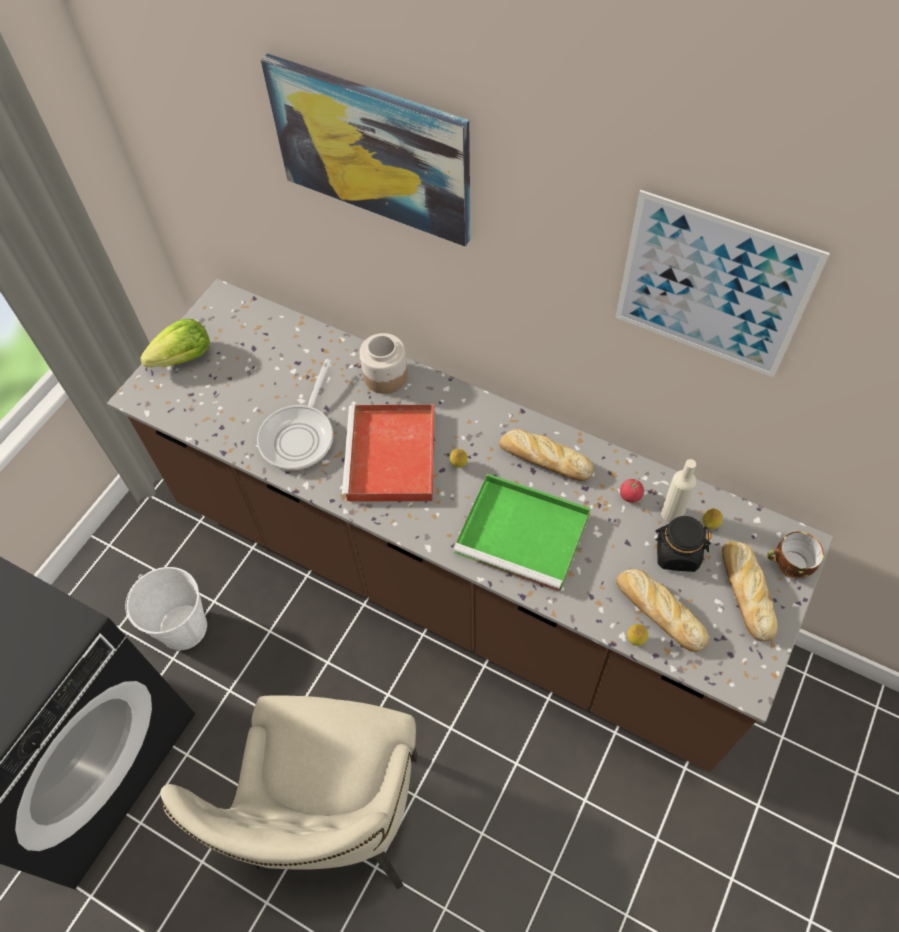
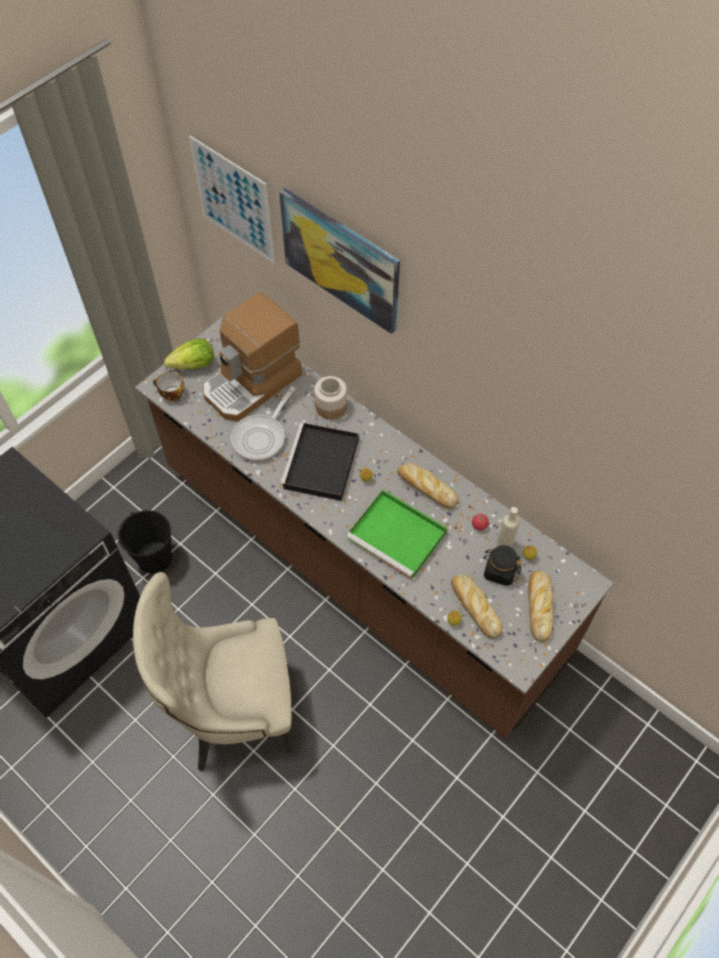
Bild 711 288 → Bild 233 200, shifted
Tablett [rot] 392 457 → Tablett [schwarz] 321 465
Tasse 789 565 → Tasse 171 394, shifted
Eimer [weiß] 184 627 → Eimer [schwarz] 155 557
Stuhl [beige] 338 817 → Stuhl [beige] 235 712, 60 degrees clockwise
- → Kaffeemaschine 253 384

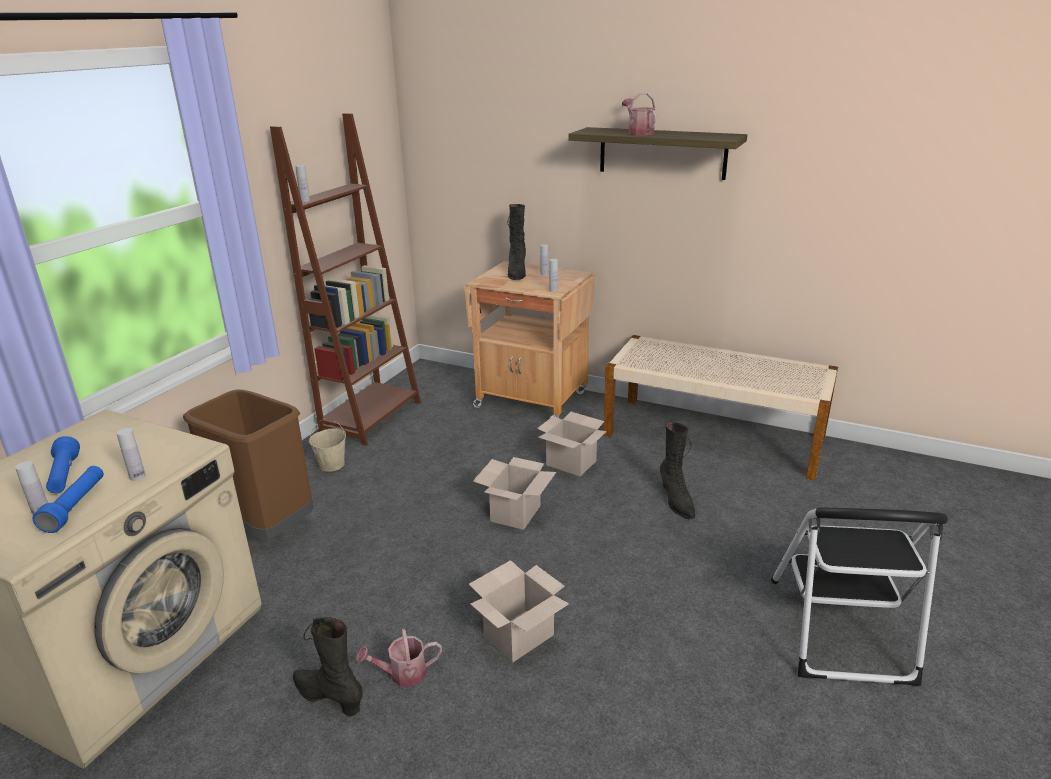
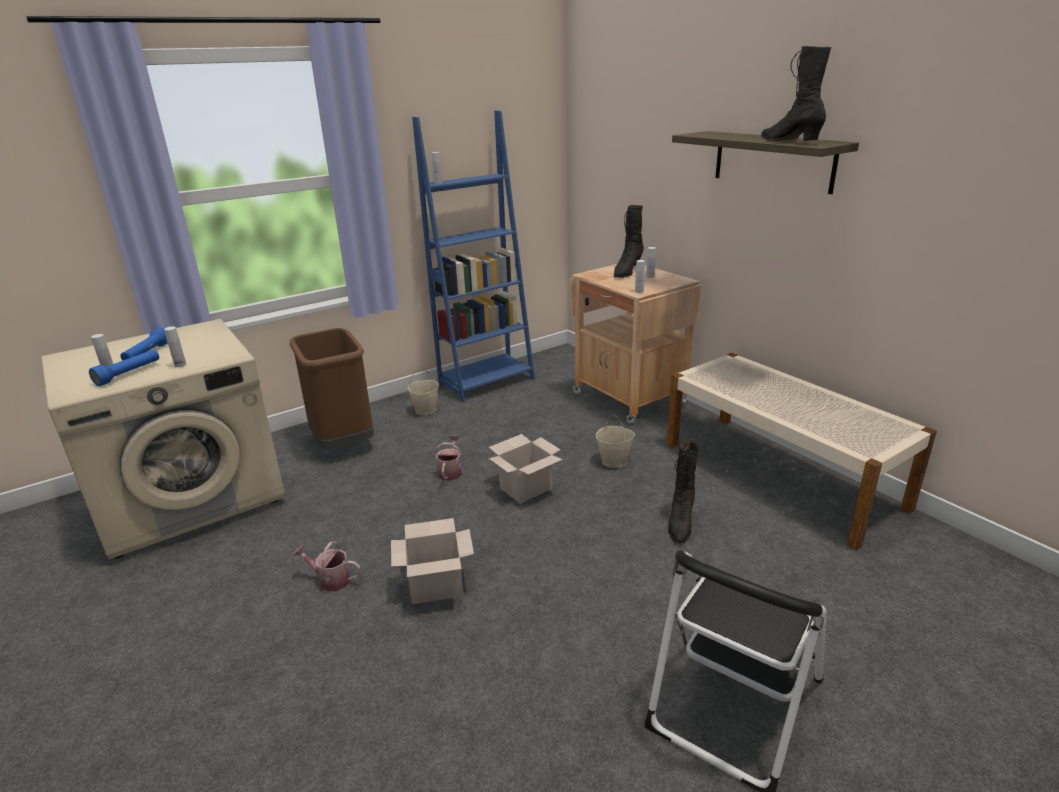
Gießkanne 638 133 → Gießkanne 450 471, shifted
Bücherregal [braun] 371 417 → Bücherregal [blau] 486 381
Karton 572 463 → Eimer [beige] 614 461
Stiefel [schwarz] 329 697 → Stiefel [schwarz] 790 141, shifted

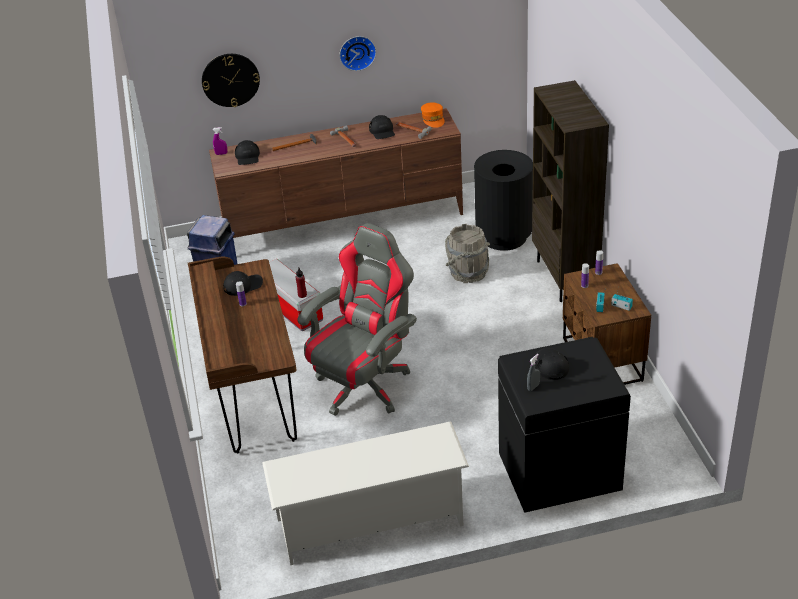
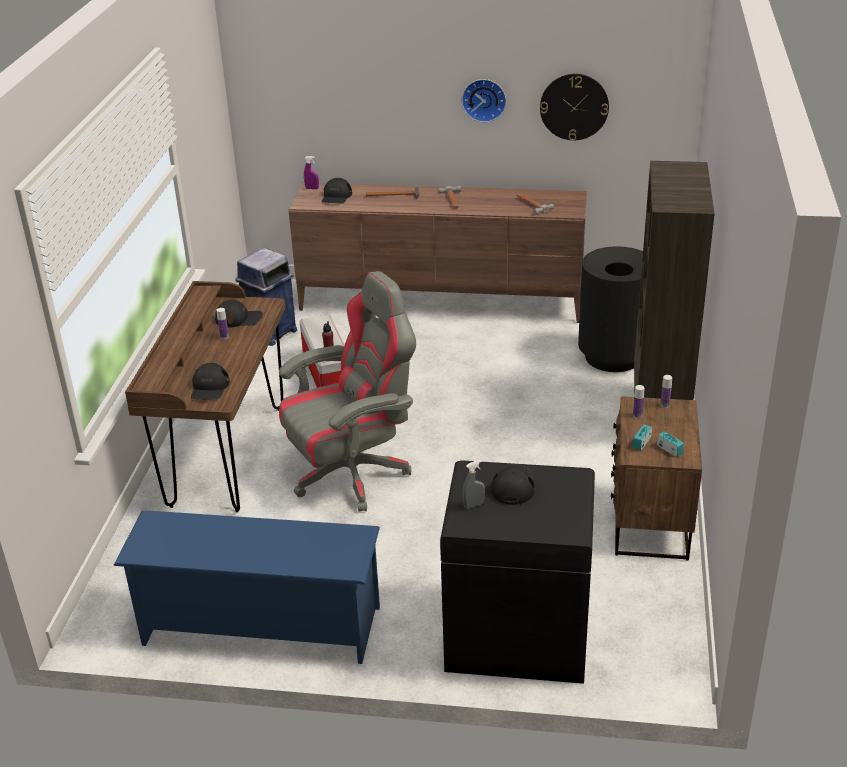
Wanduhr 230 80 → Wanduhr 574 106, shifted
Kappe [orange] 433 119 → -
Kappe [schwarz] 382 131 → Kappe [schwarz] 209 387, shifted
Eimer [grau] 468 273 → -
Schuhregal [weiß] 370 522 → Schuhregal [blau] 260 626

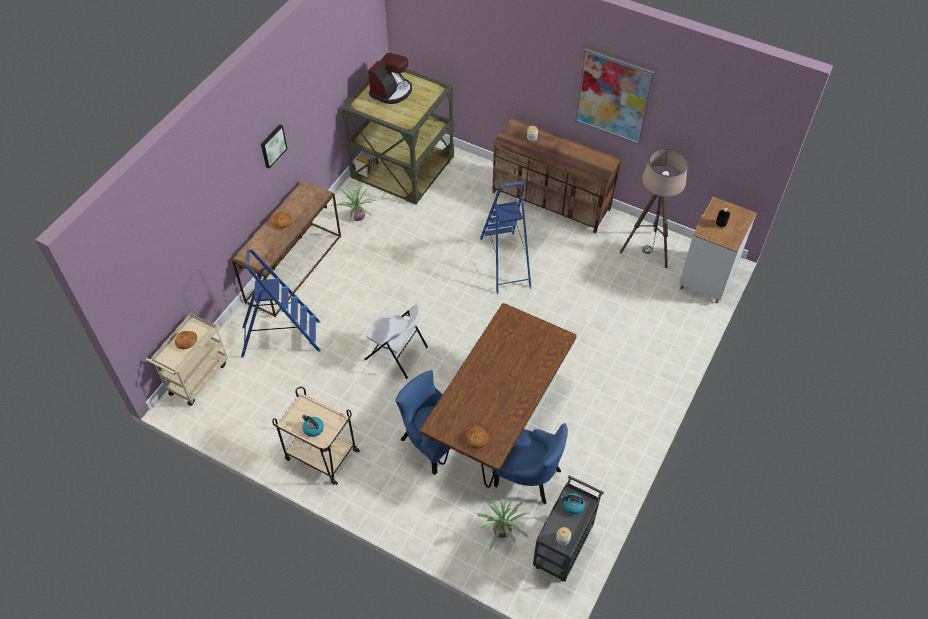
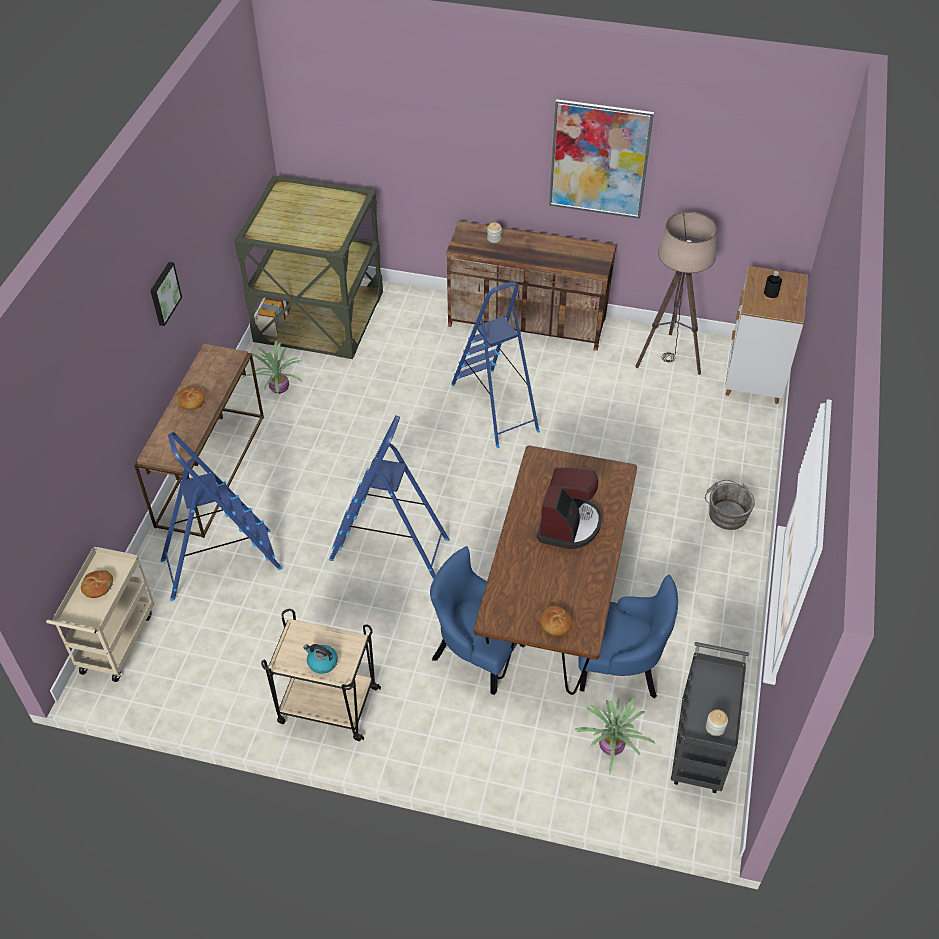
Kaffeemaschine 391 91 → Kaffeemaschine 568 525, shifted
Stuhl [weiß] 396 353 → Trittleiter [blau] 388 549
Wasserkessel 572 505 → -
- → Eimer [grau] 726 513

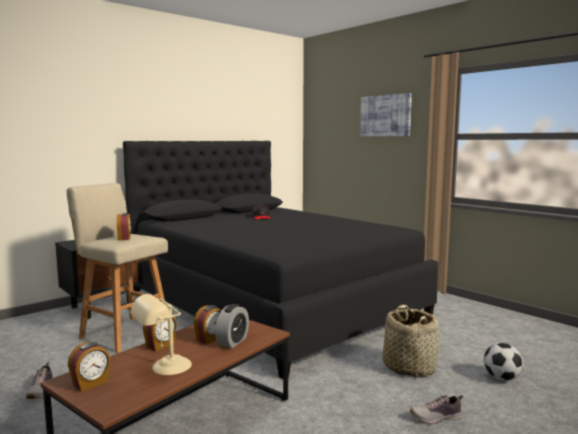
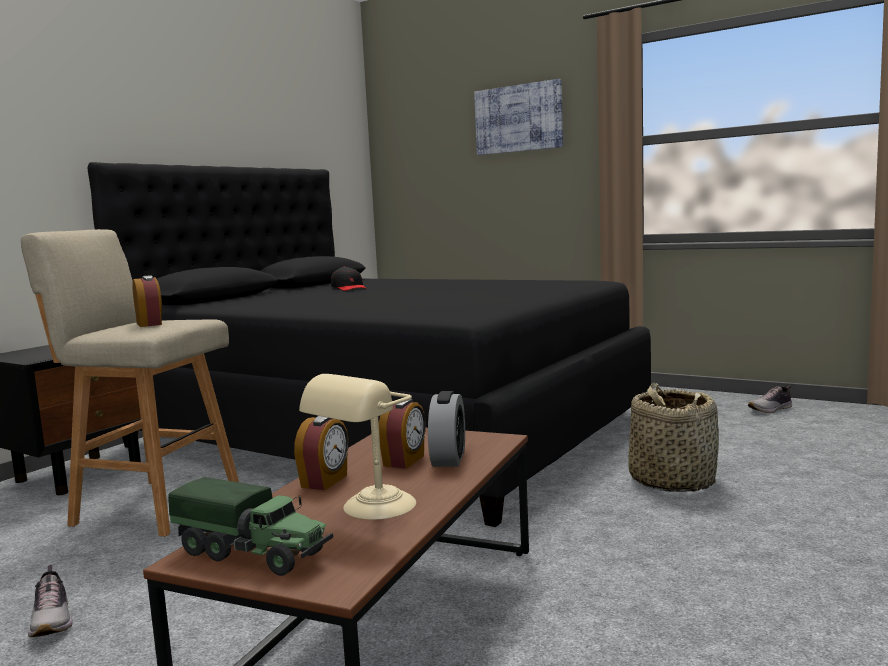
Wecker 91 384 → Spielzeuglaster 253 554
Fußball 501 378 → -
Schuh 436 418 → Schuh 771 409, shifted

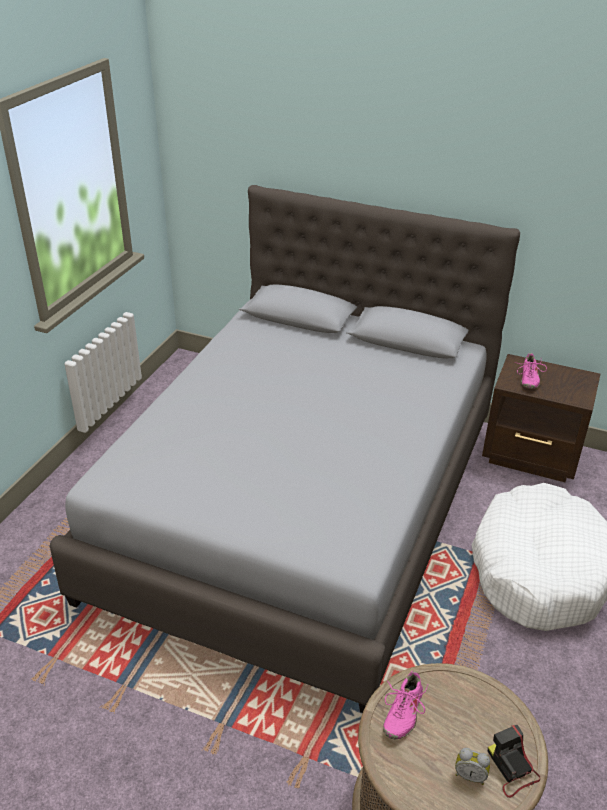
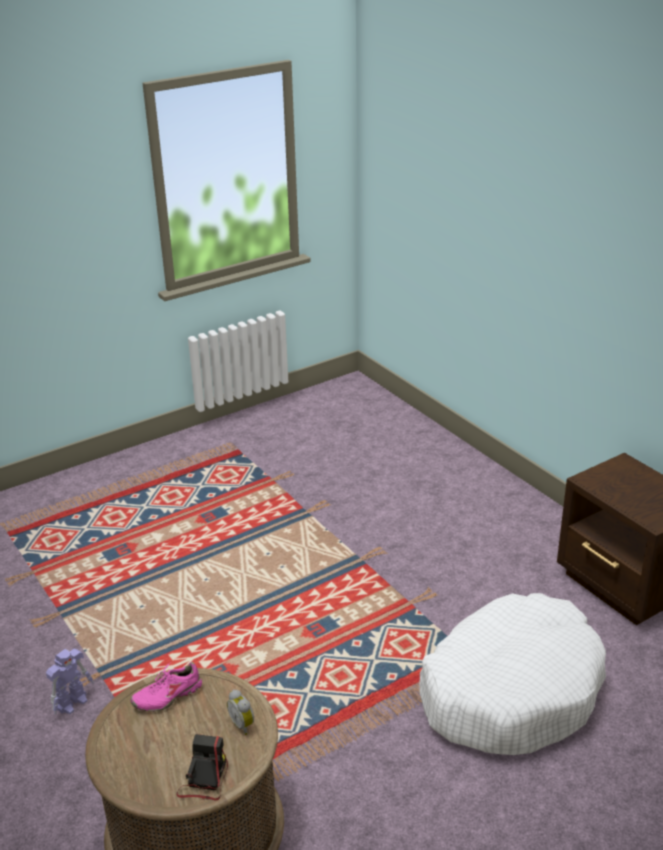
Bett [grau] 303 504 → -
Schuh [rosa] 528 379 → -
Wecker 470 775 → Wecker 243 724, shifted
- → Spielzeugroboter 73 702

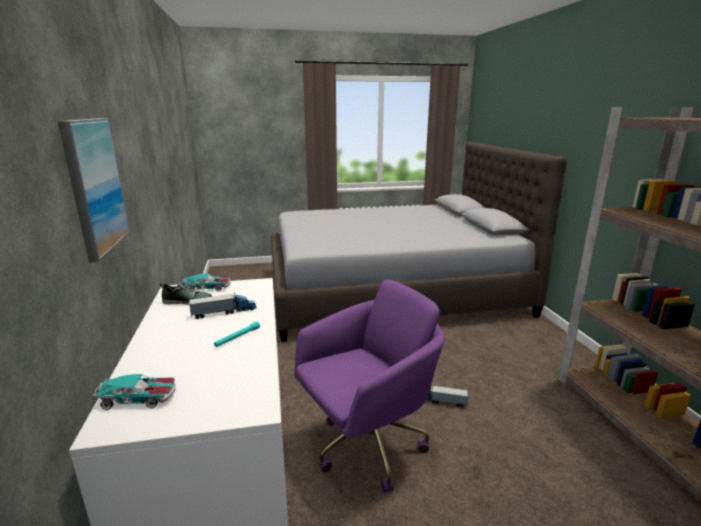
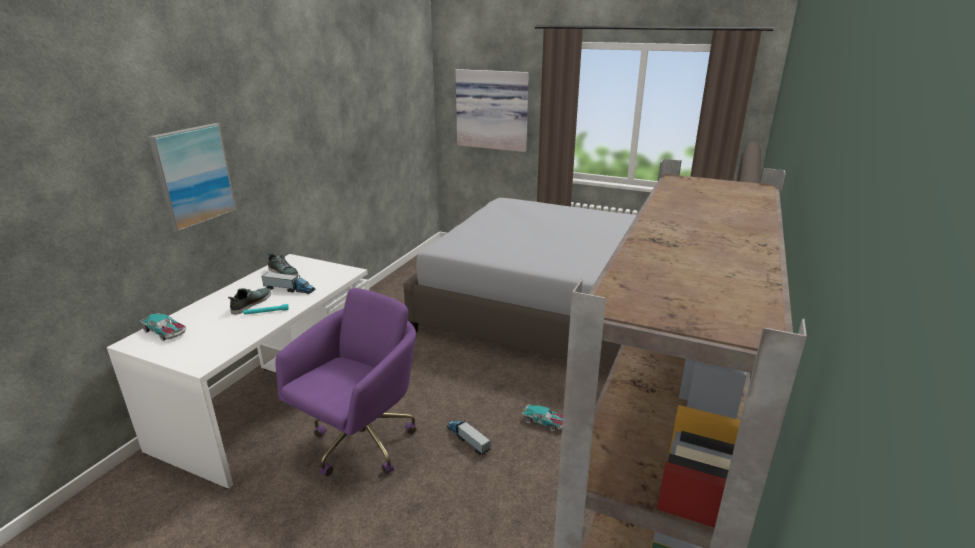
Spielzeugauto 208 288 → Spielzeugauto 544 421, shifted
Bürostuhl [lila] 366 449 → Bürostuhl [lila] 360 446, 60 degrees counterclockwise
- → Bild 492 109
- → Schuh 251 303

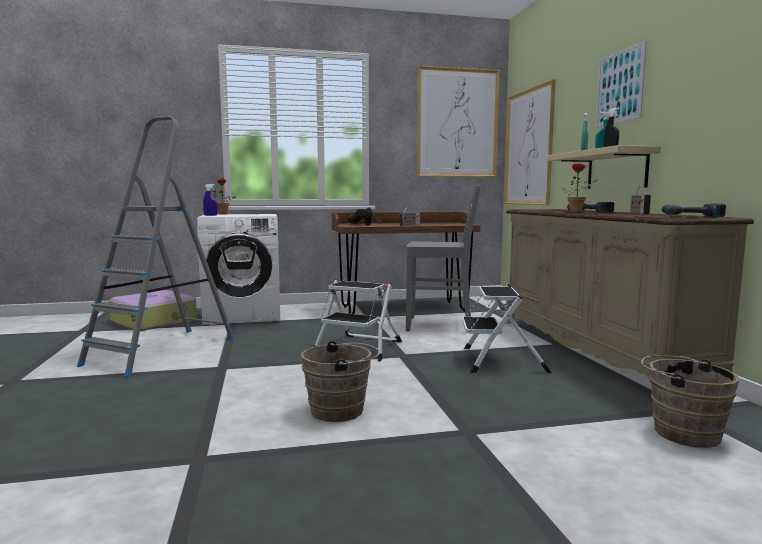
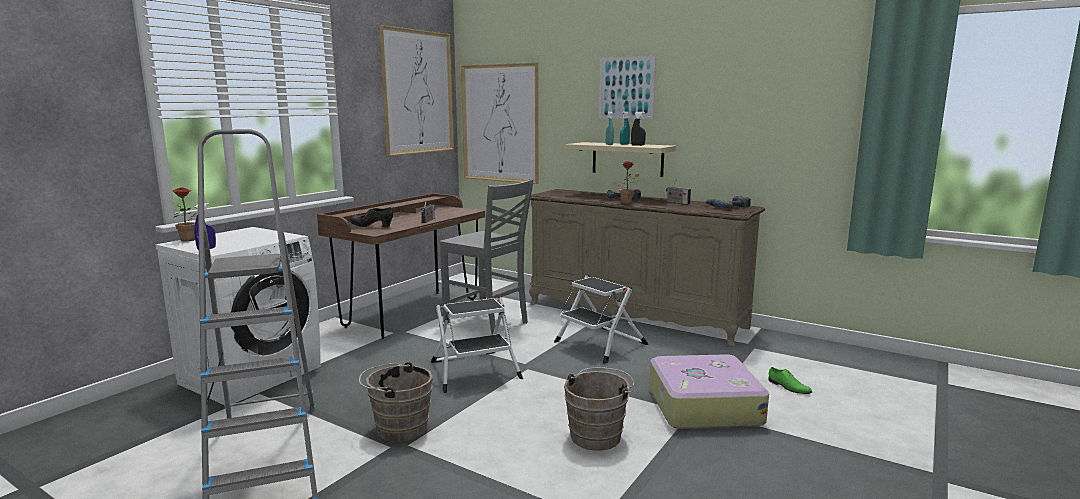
Stuhl [grau] 441 325 → Stuhl [grau] 487 323, 75 degrees clockwise
Koffer 154 321 → Koffer 702 405, shifted
Eimer [braun] 681 432 → Eimer [braun] 398 428, shifted
- → Schuh [grün] 788 387

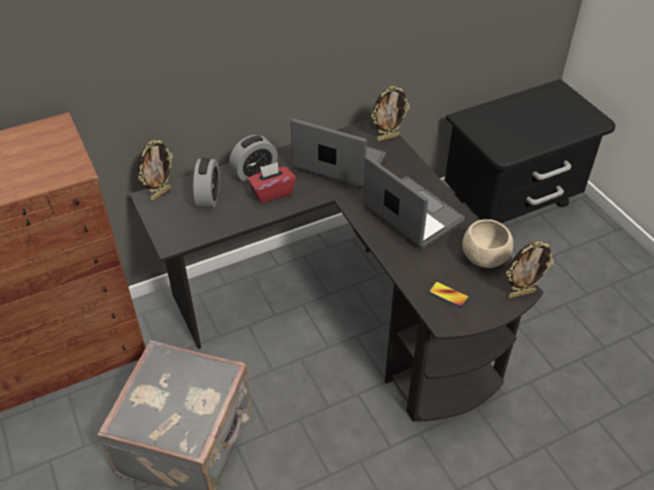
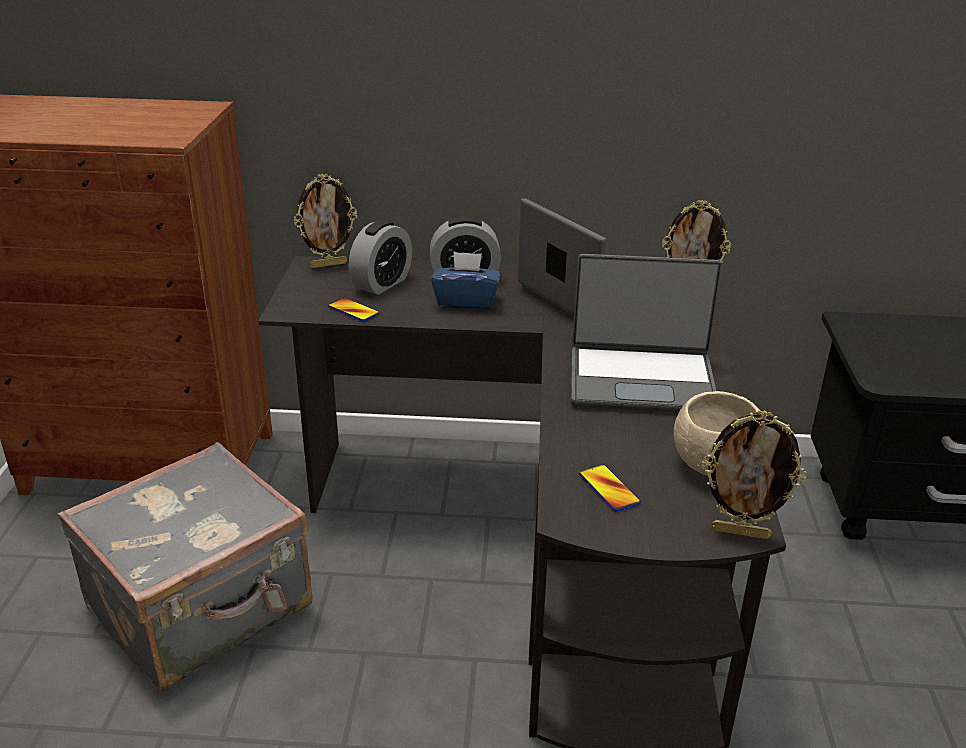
Laptop 411 215 → Laptop 641 380, 105 degrees clockwise
Taschentuchbox [rot] 272 192 → Taschentuchbox [blau] 466 302
- → Handy 353 310

